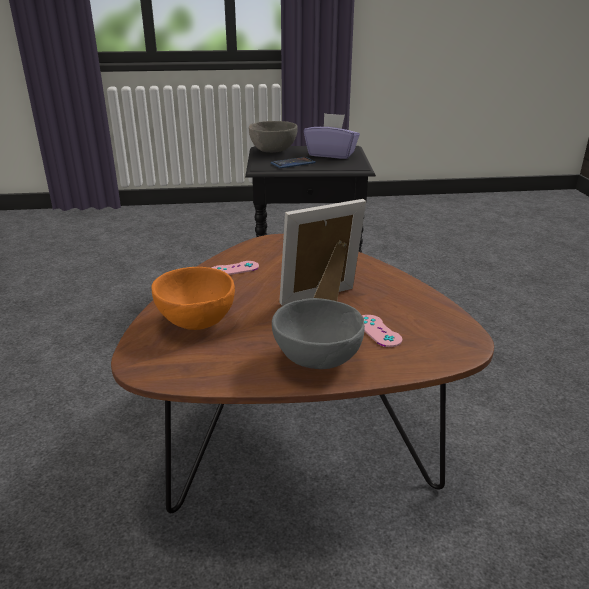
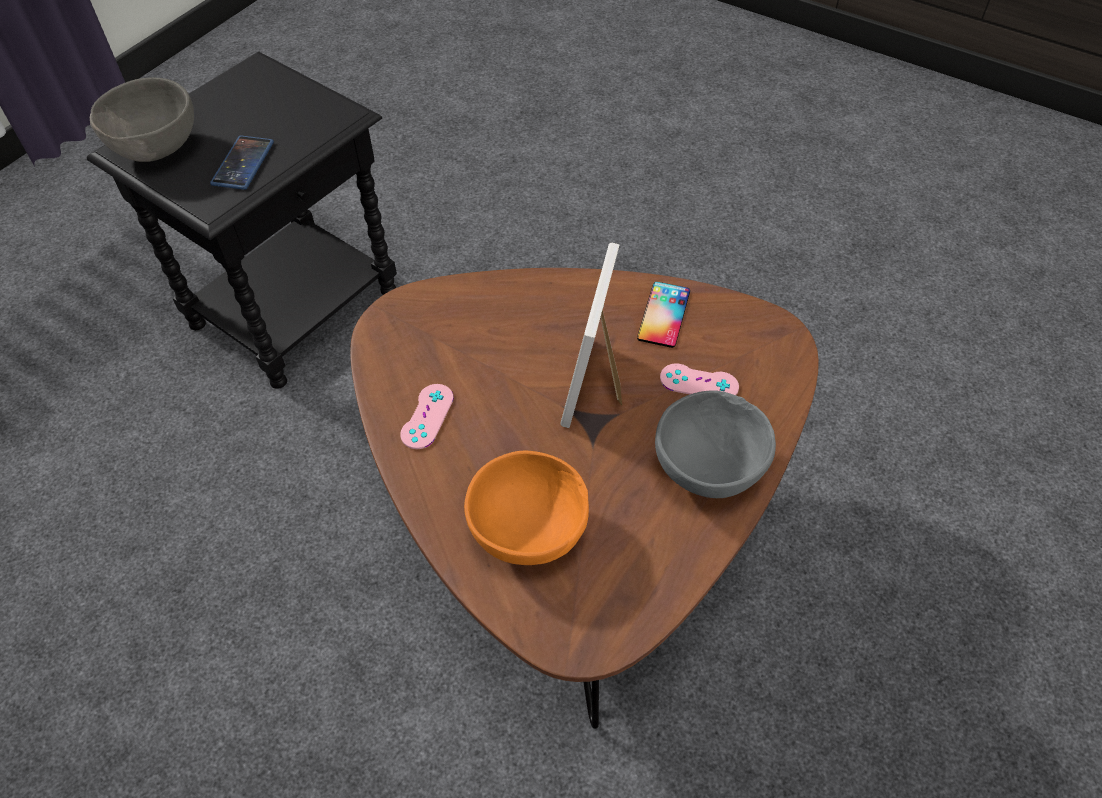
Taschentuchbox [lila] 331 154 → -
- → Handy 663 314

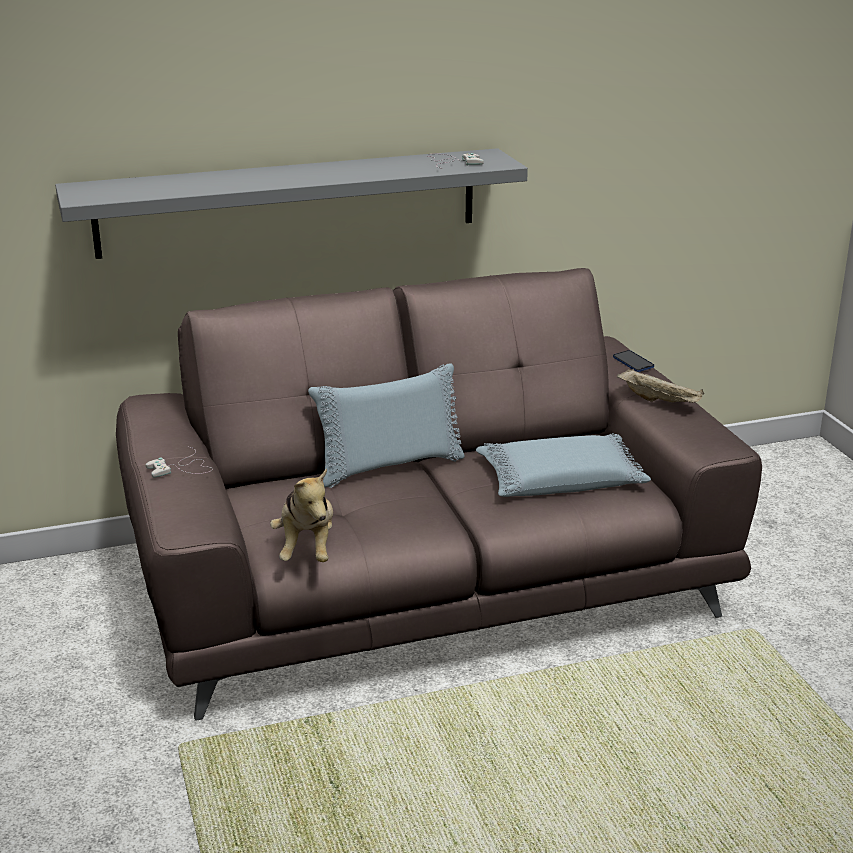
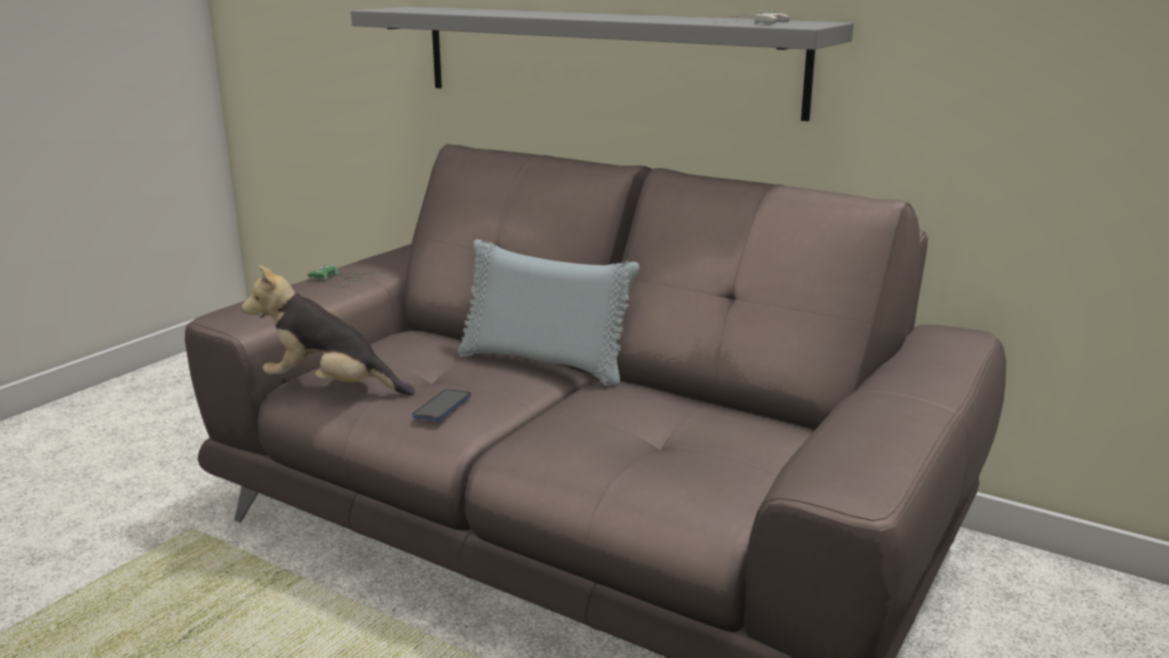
Handy 633 362 → Handy 442 407, shifted
Tablett [beige] 660 401 → -
Kissen [blau] 561 476 → -
Gamepad [weiß] 182 468 → Gamepad [grün] 340 280
Plüschtier 307 548 → Plüschtier 331 387, 60 degrees clockwise

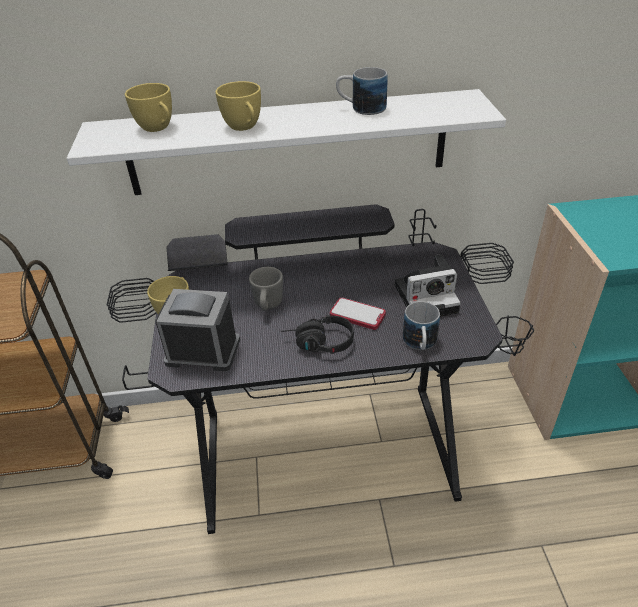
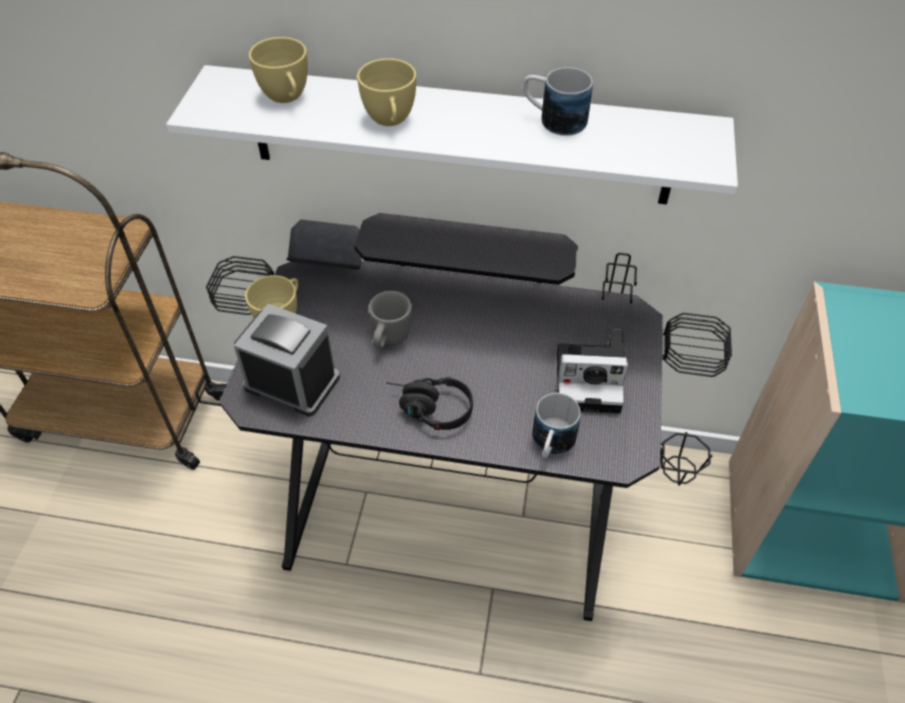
Handy 357 315 → -

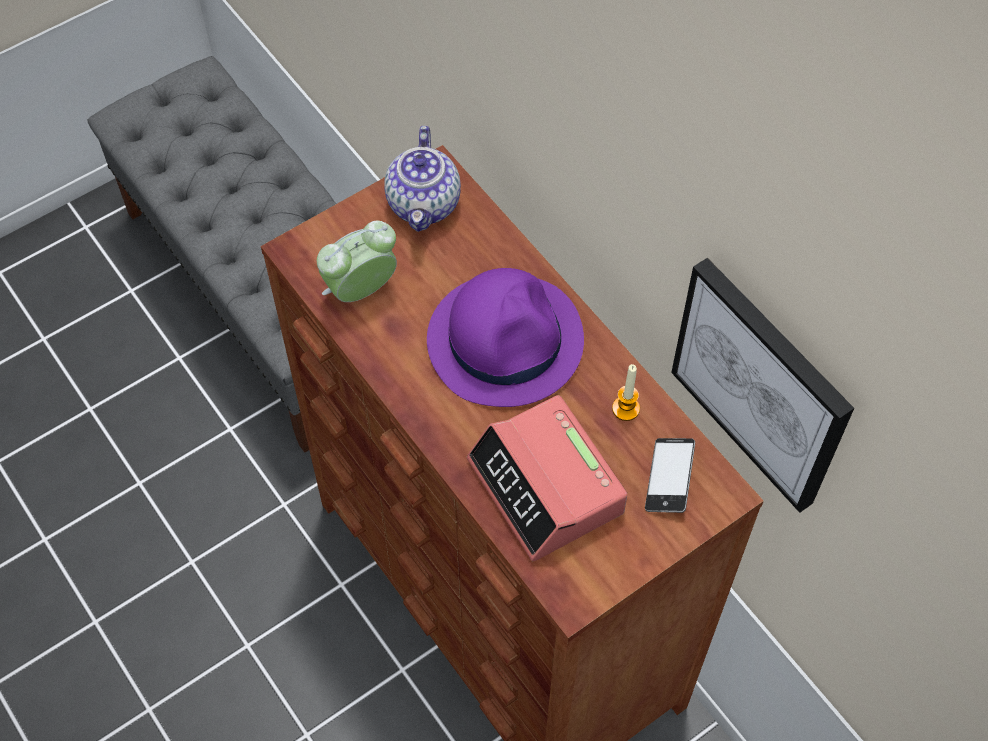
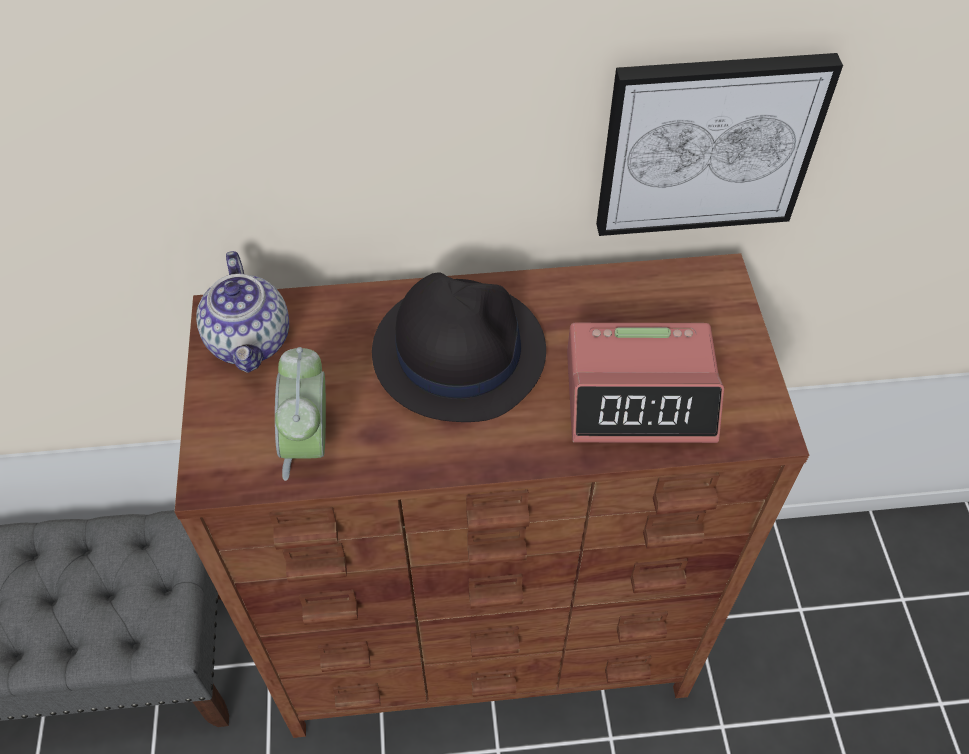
Teekanne 425 204 → Teekanne 251 341, 45 degrees clockwise
Hut [lila] 505 339 → Hut [schwarz] 458 350
Kerze 625 408 → -
Handy 669 478 → -

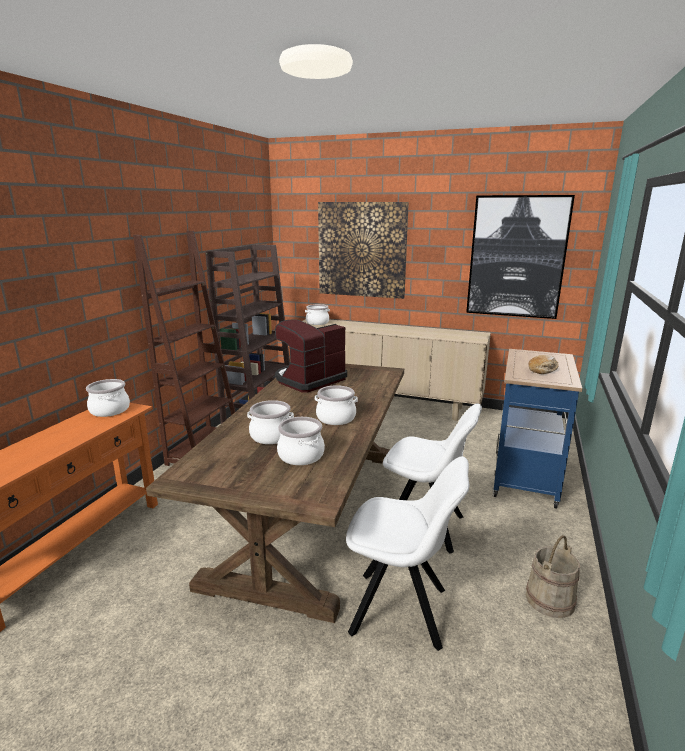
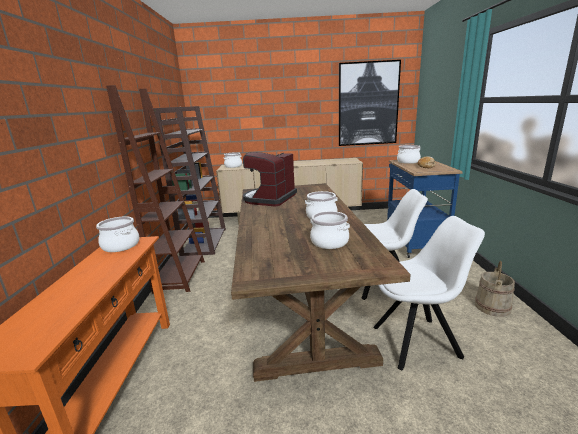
Bild 362 250 → -
Kochtopf 271 436 → Kochtopf 408 162, shifted

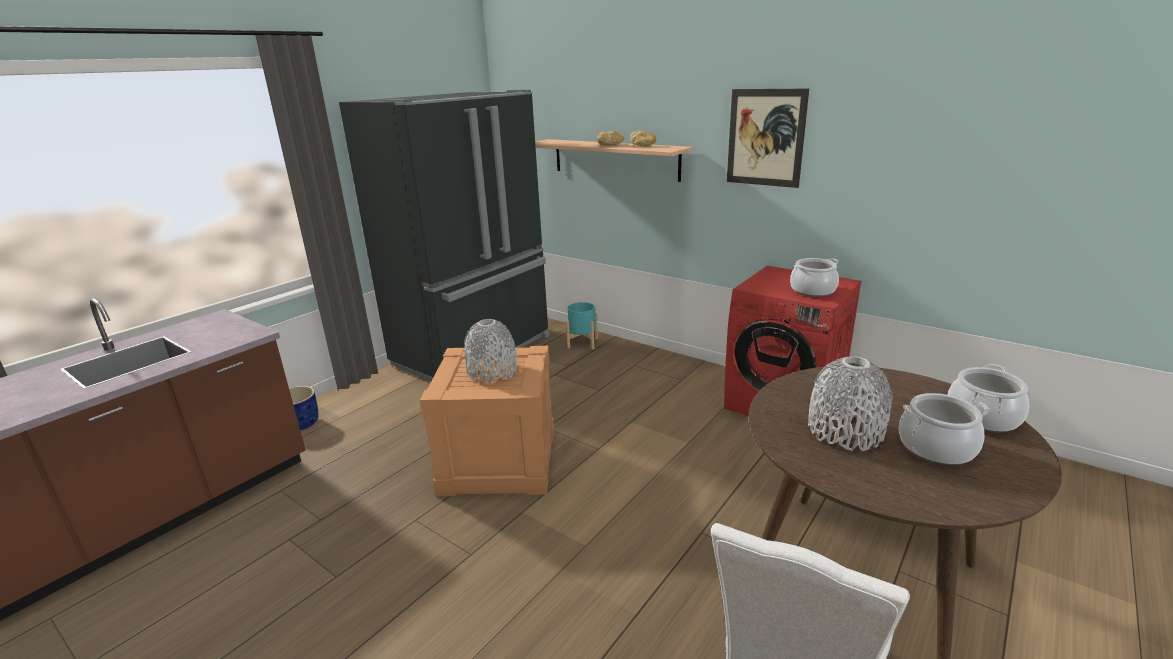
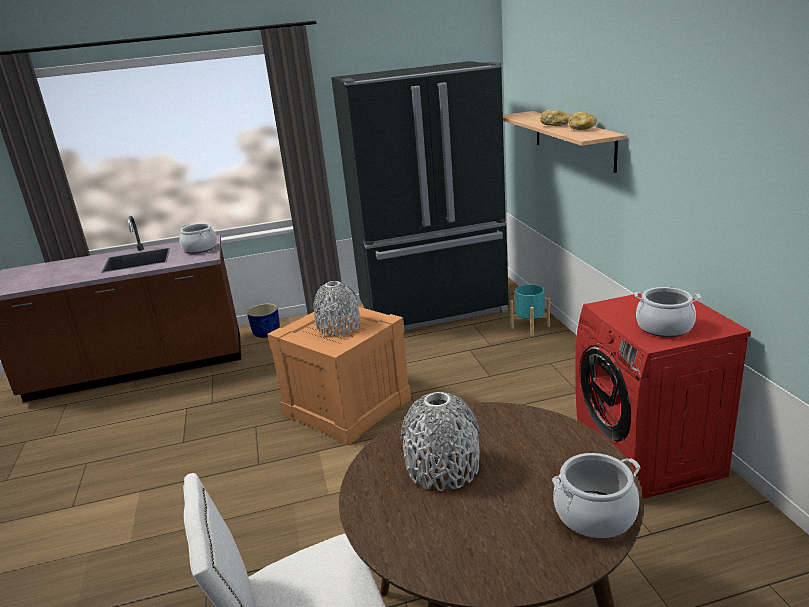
Bild 765 138 → -
Kochtopf 935 447 → Kochtopf 200 249, shifted

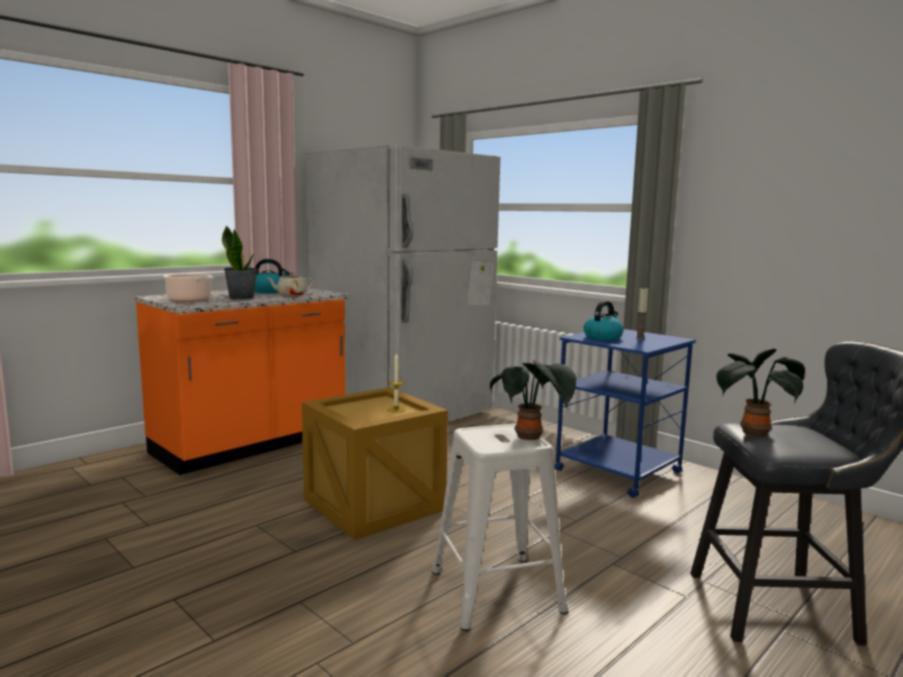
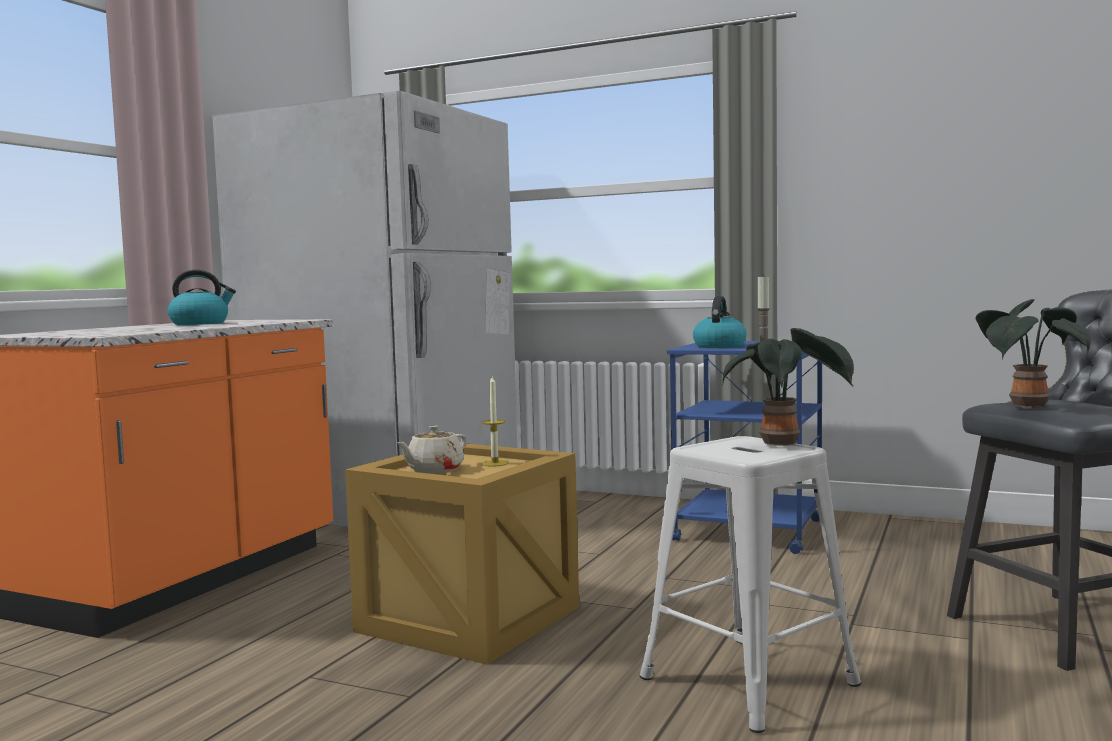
Topfpflanze 241 297 → -
Teekanne [beige] 291 295 → Teekanne [beige] 434 470, shifted
Kochtopf 190 300 → -

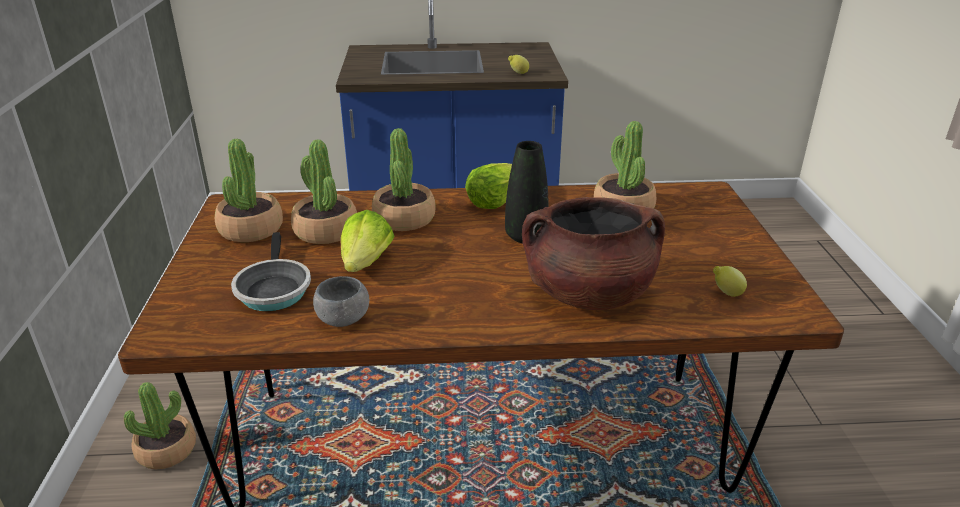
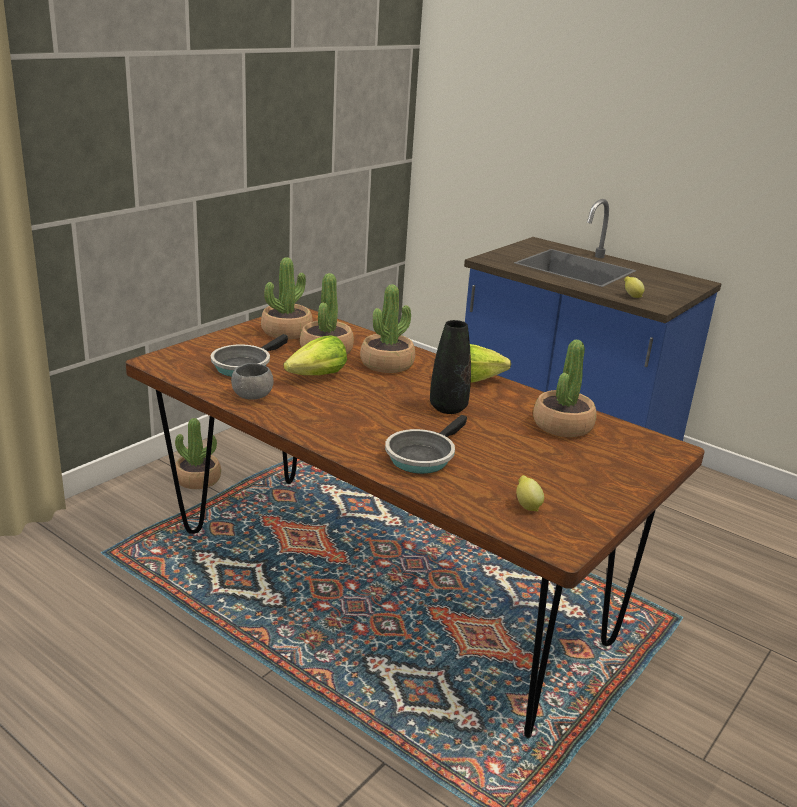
Kochtopf [braun] 588 294 → Pfanne 422 456

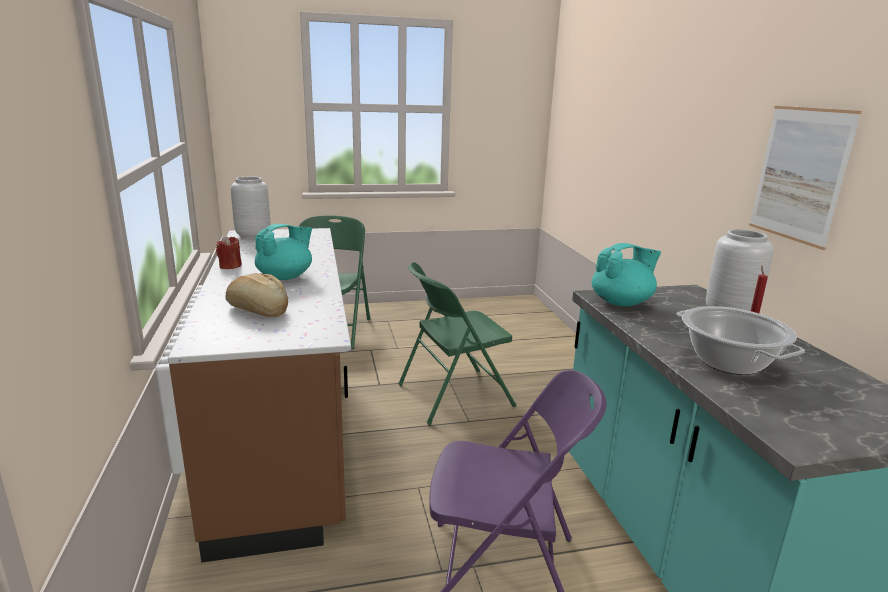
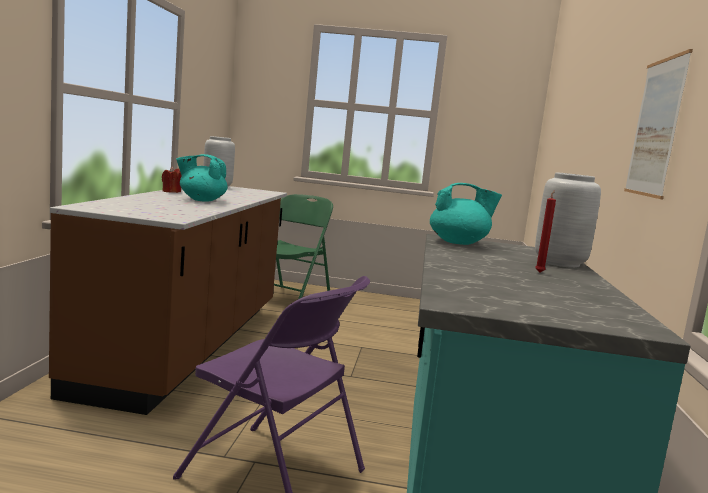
Teekanne [türkis] 286 277 → Teekanne [türkis] 201 200, 150 degrees counterclockwise
Stuhl [grün] 455 395 → -
Brot 258 311 → -
Kochtopf 729 362 → -

